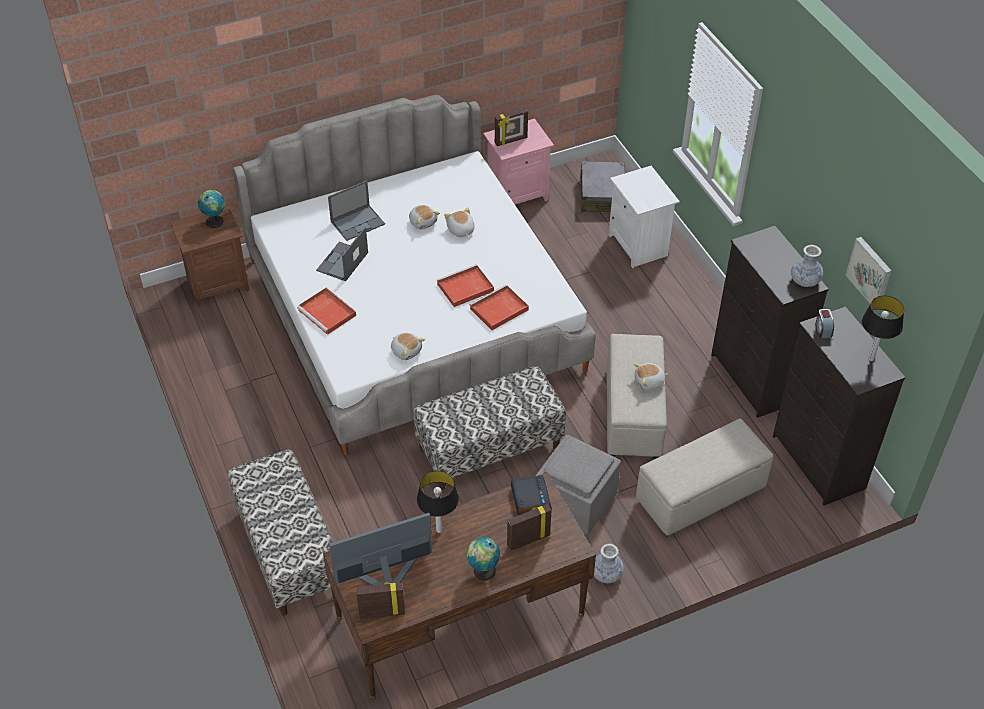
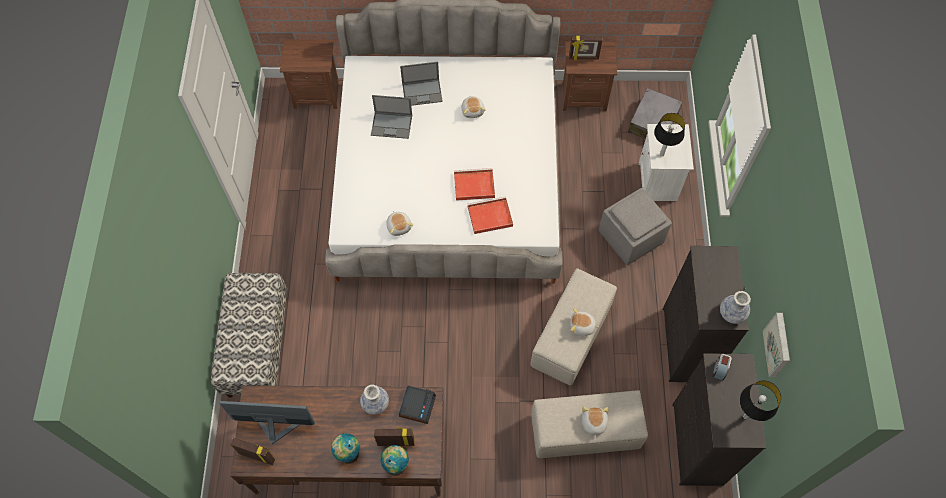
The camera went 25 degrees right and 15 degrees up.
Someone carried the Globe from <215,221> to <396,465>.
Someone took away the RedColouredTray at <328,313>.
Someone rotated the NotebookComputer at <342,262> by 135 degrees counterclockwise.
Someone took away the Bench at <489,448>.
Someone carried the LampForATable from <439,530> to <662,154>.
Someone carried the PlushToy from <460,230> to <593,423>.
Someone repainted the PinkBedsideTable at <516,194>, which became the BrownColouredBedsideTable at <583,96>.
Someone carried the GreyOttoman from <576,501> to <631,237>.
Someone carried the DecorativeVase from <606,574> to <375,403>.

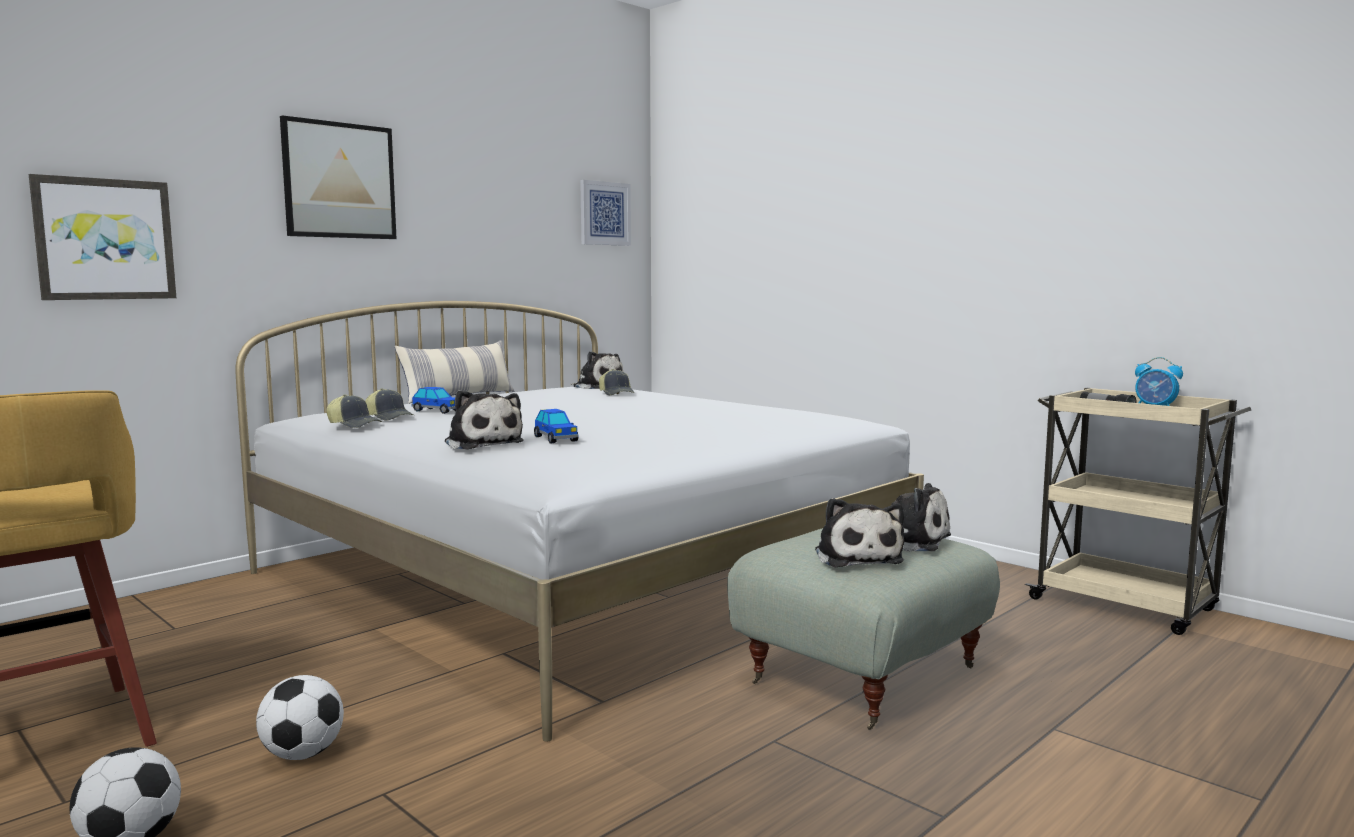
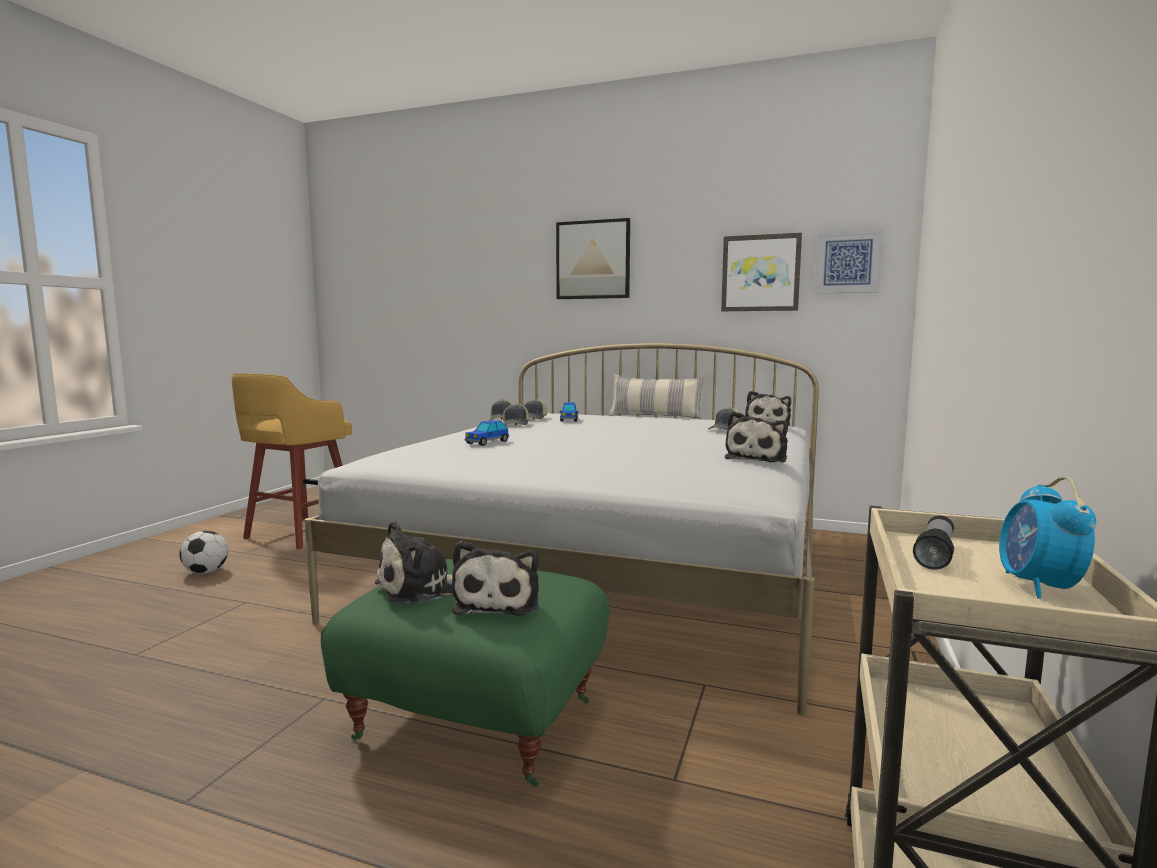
The camera went 65 degrees right and 0 degrees up.
Someone carried the Picture from <105,239> to <760,273>.
Someone took away the Football at <303,754>.
Someone carried the PlushToy from <482,443> to <758,458>.
Someone repainted the GreyOttoman at <860,674>, which became the GreenColouredOttoman at <478,717>.
Someone put down the Cap at <516,424>.

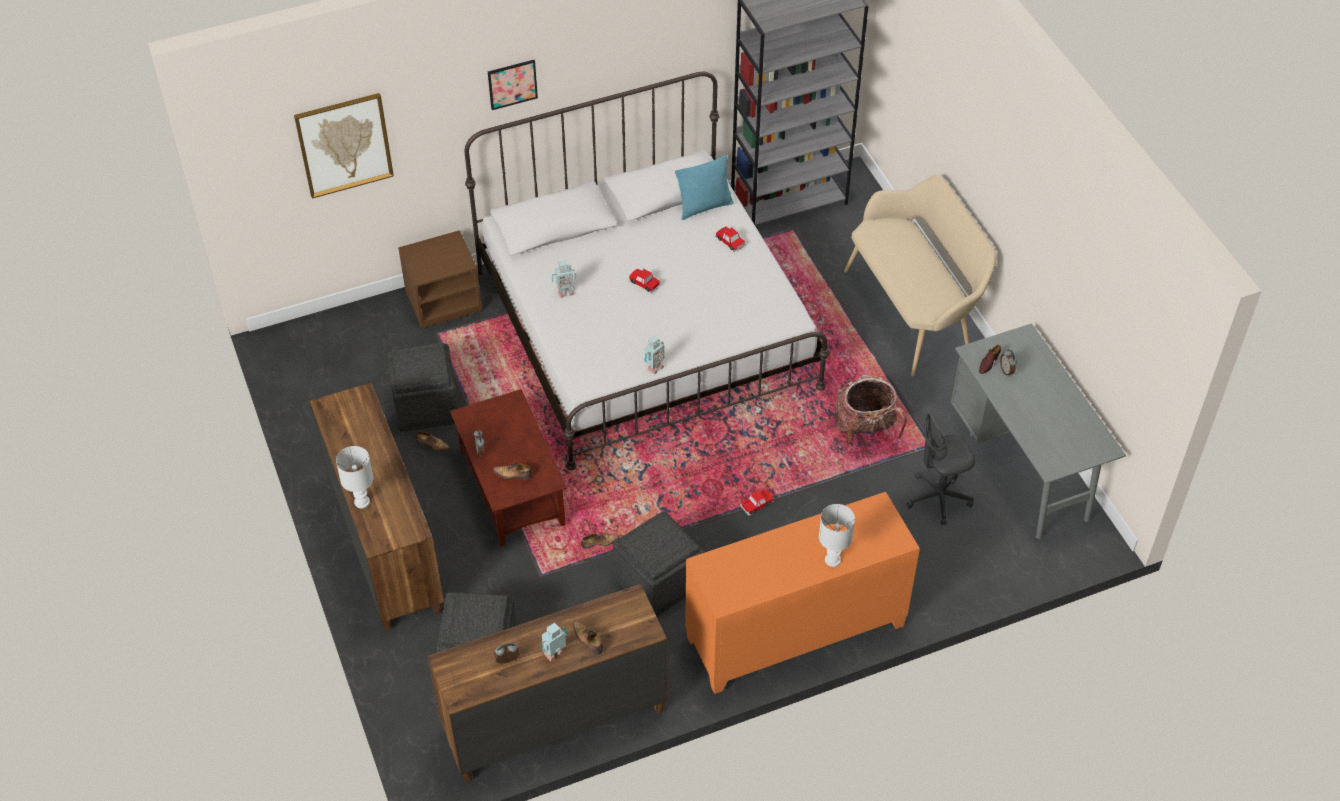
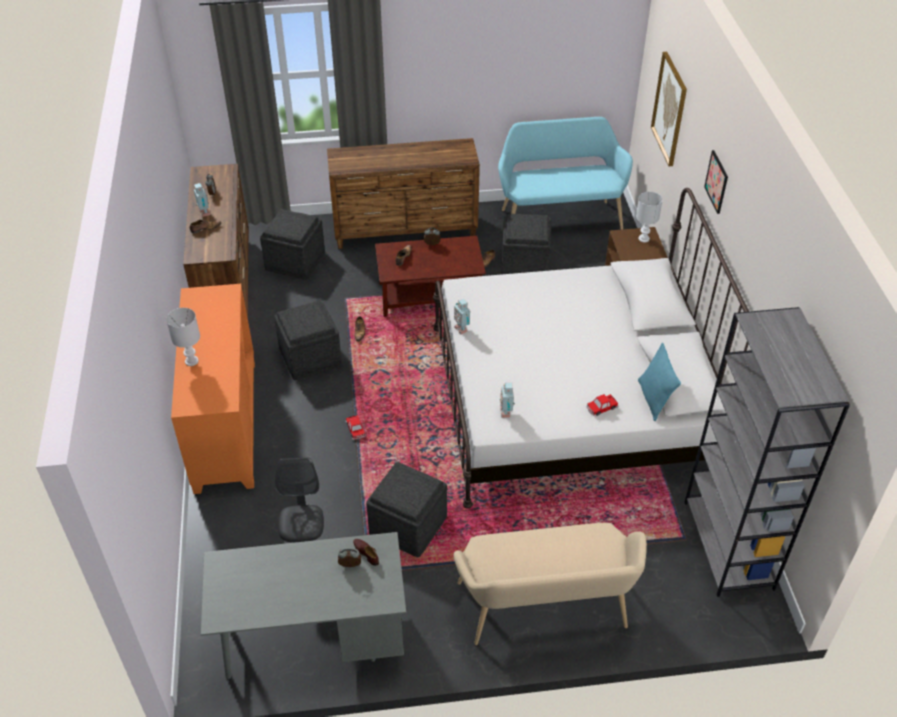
The camera went 105 degrees right and 5 degrees down.
Someone carried the WhiteLampForATable from <362,501> to <644,239>.
Someone carried the ModelRobot from <564,292> to <506,412>.
Someone took away the MiniatureCar at <644,283>.
Someone swapped the Backpack at <865,429> for the GreyOttoman at <407,525>.
Someone put down the BlueGreenBench at <558,218>.

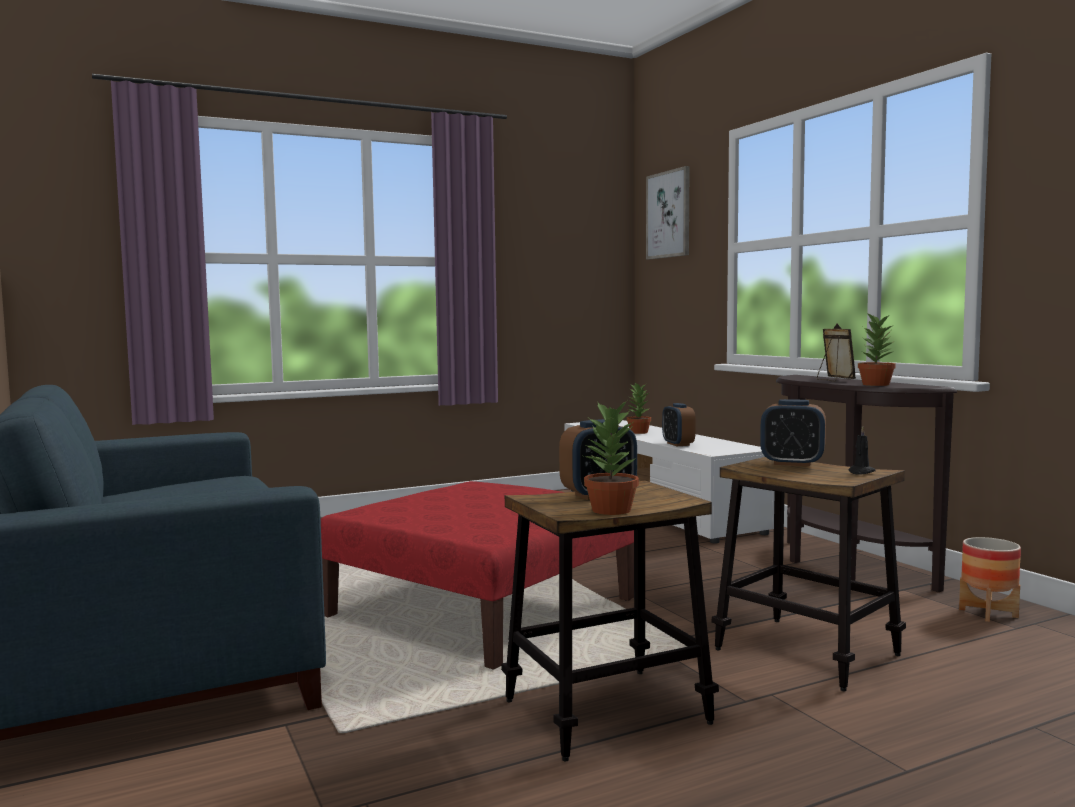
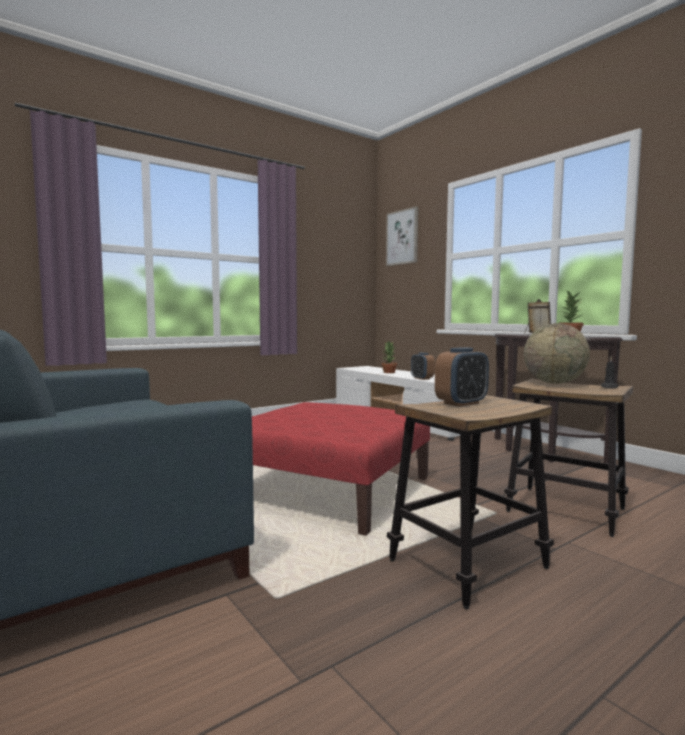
The camera went 10 degrees left and 0 degrees up.
Someone took away the PottedPlant at <611,510>.
Someone swapped the BedsideClock at <792,463> for the Globe at <554,383>.
Someone took away the Planter at <988,613>.

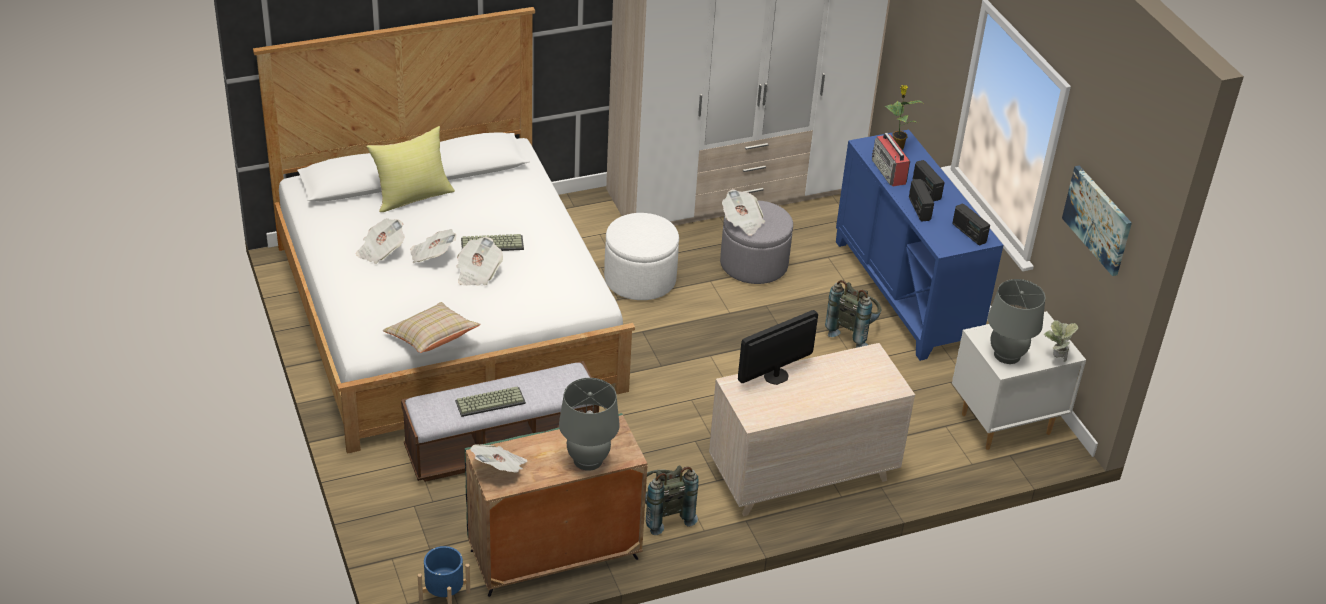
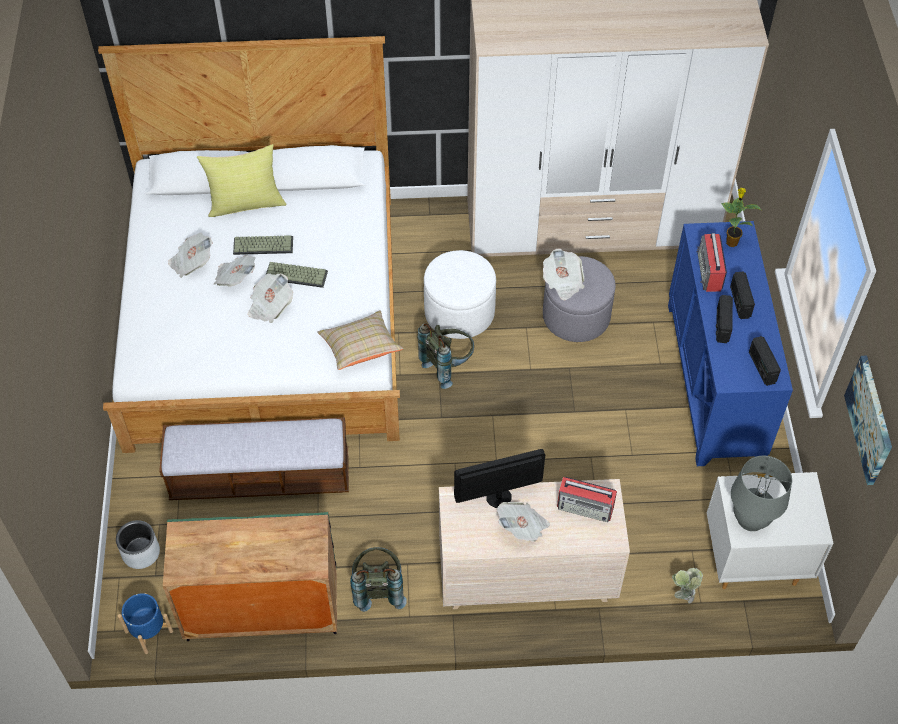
The camera went 20 degrees right and 15 degrees up.
Someone carried the BeigeColouredPillow from <432,339> to <360,348>.
Someone carried the ComputerKeyboard from <490,401> to <264,245>.
Someone carried the DailyPaper from <500,468> to <523,527>.
Someone took away the GreyLampForATable at <588,460>.
Someone carried the GreyBackpack from <853,332> to <447,365>.
Someone carried the PottedPlant from <1055,357> to <683,596>.
Someone put down the GreyPlanter at <141,553>.
Someone put down the Radio at <586,507>.

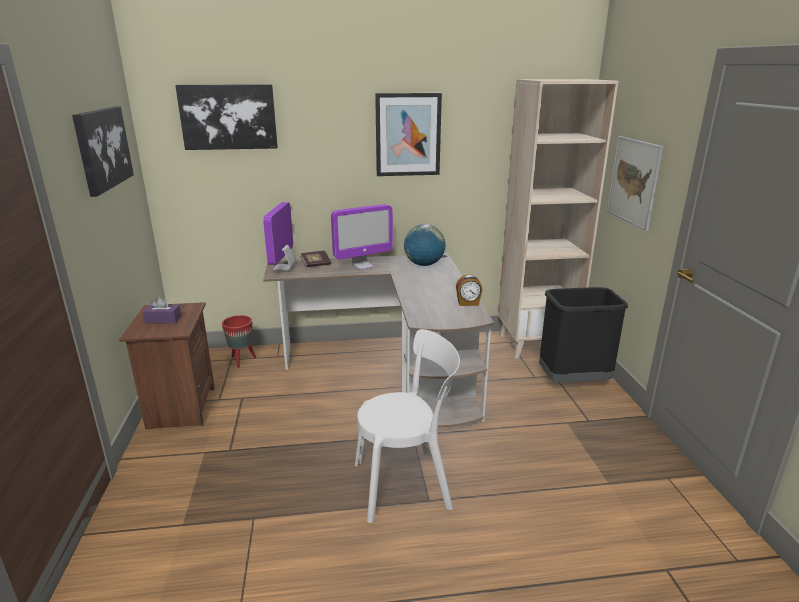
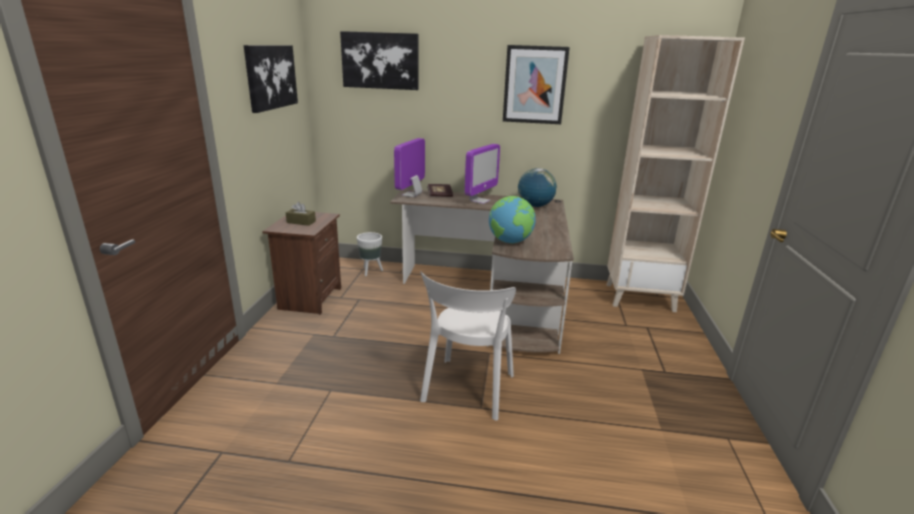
The camera went 15 degrees right and 0 degrees up.
Someone repainted the PurplishTissueBox at <163,320>, which became the BrownColouredTissueBox at <301,222>.
Someone repainted the RedColouredPlanter at <242,360>, which became the WhitePlanter at <371,271>.
Someone rotated the Monitor at <363,266> by 45 degrees counterclockwise.
Someone rotated the WhitePlainChair at <407,484> by 105 degrees clockwise.
Someone took away the BedsideClock at <468,303>.
Someone took away the BlackTrashCan at <573,381>.
Someone took away the Picture at <633,181>.
Someone put down the Globe at <510,242>.

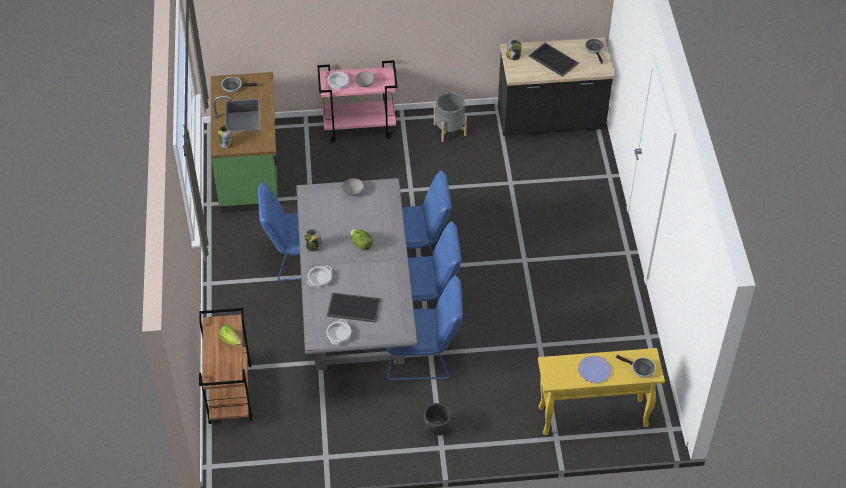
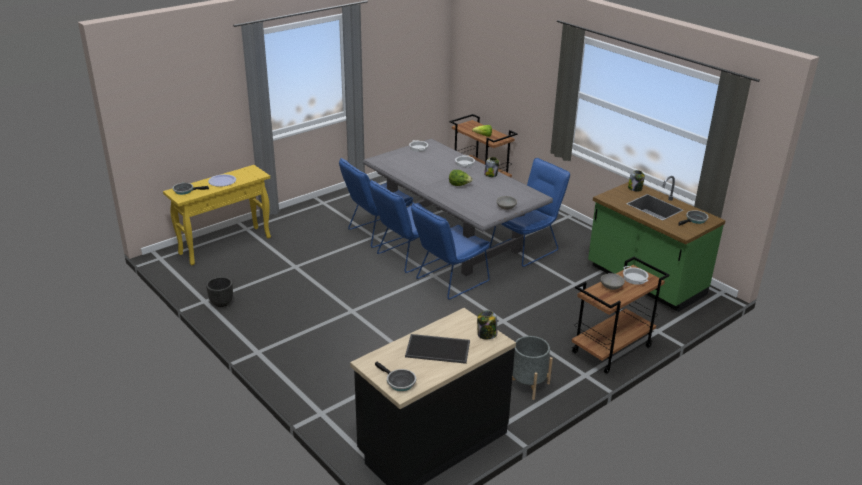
The camera went 145 degrees right and 20 degrees down.
Someone repainted the PinkCart at <360,126>, which became the BrownColouredCart at <611,350>.
Someone took away the Tray at <353,308>.
Someone carried the BlackPlanter from <437,428> to <222,302>.

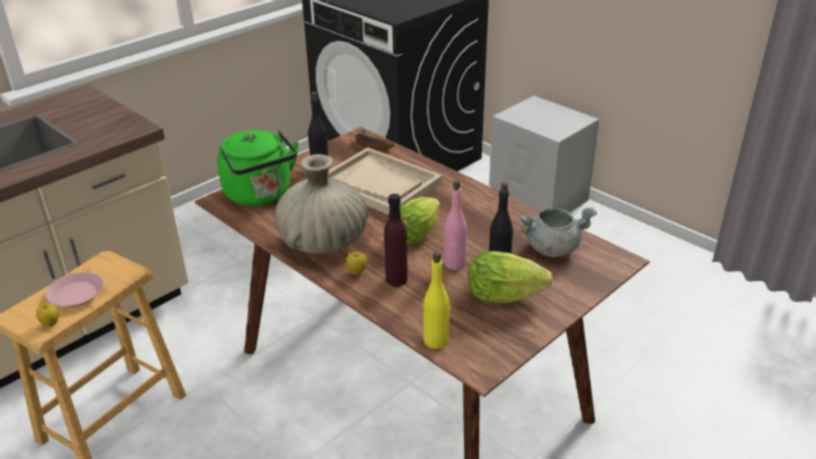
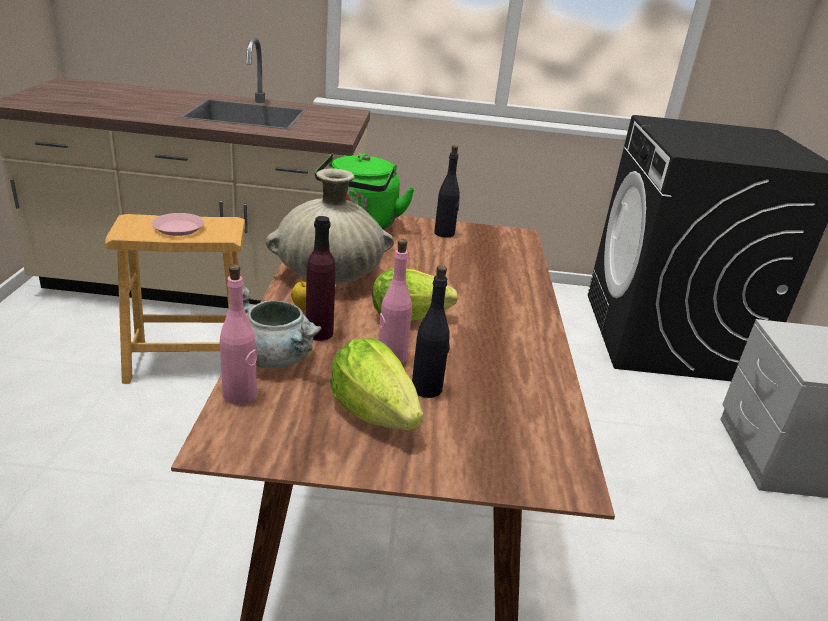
The camera went 45 degrees right and 5 degrees down.
Someone took away the WholeApple at <50,324>.
Someone took away the BeigeColouredTray at <380,184>.
Someone took away the WholeBanana at <369,144>.
Someone repainted the YellowBeverageBottle at <436,340>, which became the PinkBeverageBottle at <240,395>.
Someone carried the GreySaucepot from <553,248> to <277,358>.

